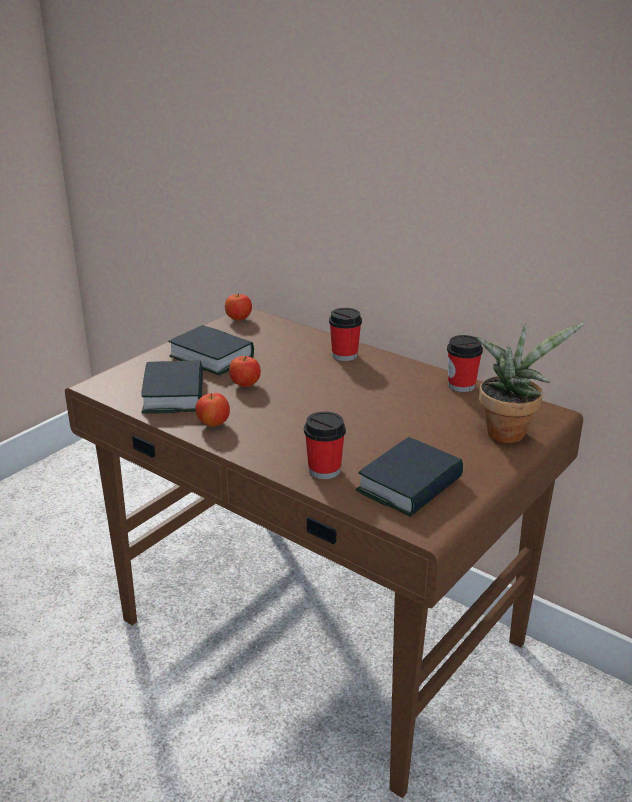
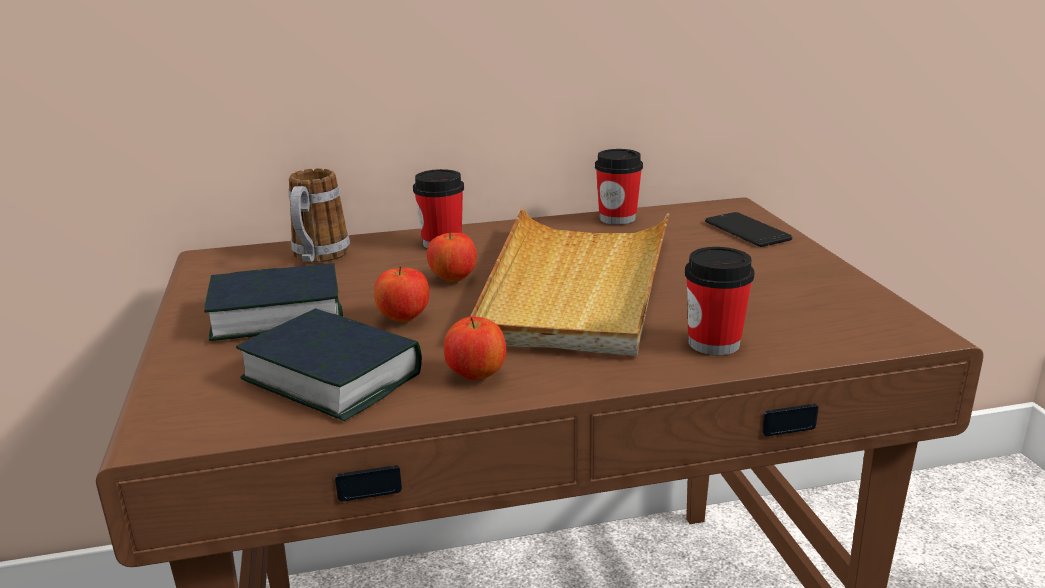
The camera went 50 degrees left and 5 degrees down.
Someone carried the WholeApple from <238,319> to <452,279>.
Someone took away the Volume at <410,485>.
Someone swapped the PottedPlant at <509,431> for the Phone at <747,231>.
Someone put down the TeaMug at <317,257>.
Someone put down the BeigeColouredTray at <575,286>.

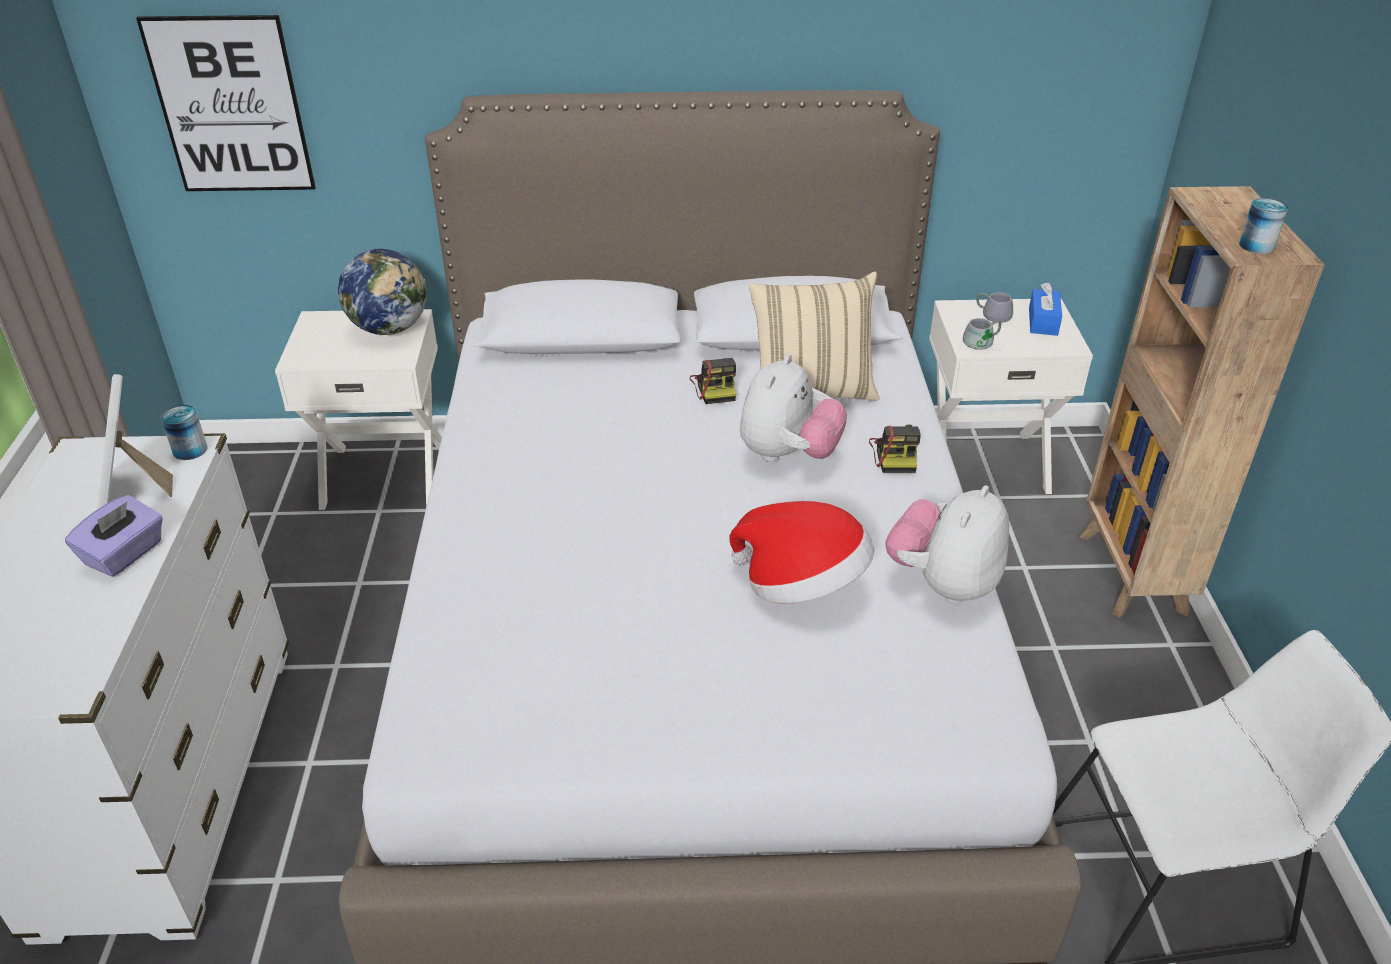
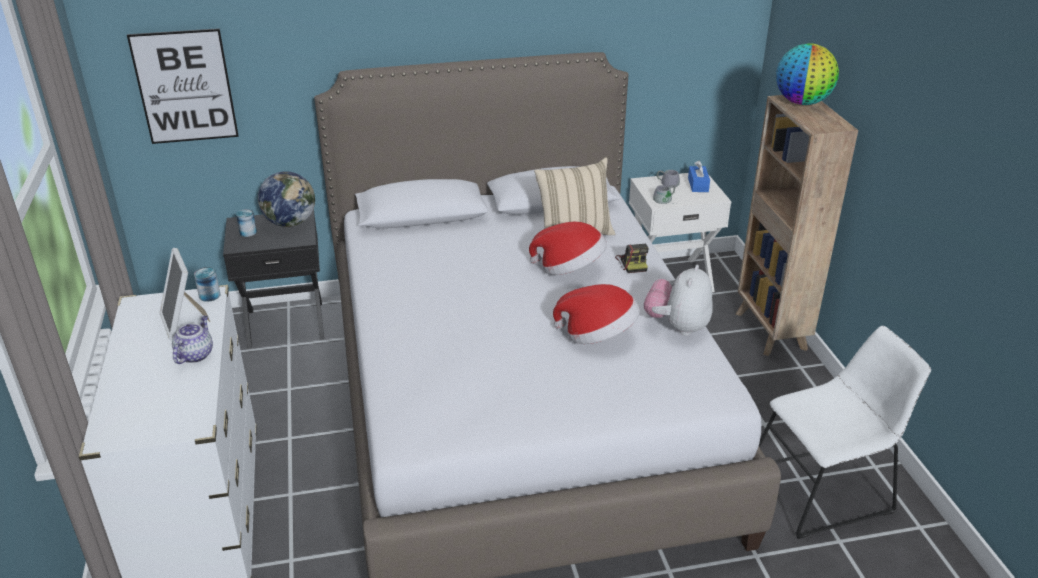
The camera went 10 degrees left and 5 degrees down.
Someone swapped the PurplishTissueBox at <125,554> for the PotForTea at <195,355>.
Someone repainted the WhiteBedsideTable at <385,474>, which became the BlackBedsideTable at <285,323>.
Someone took away the PhotoCamera at <715,387>.
Someone swapped the PlushToy at <788,454> for the Hat at <569,269>.
Someone carried the MetalCan from <1256,246> to <248,232>.
Someone put down the Globe at <802,102>.

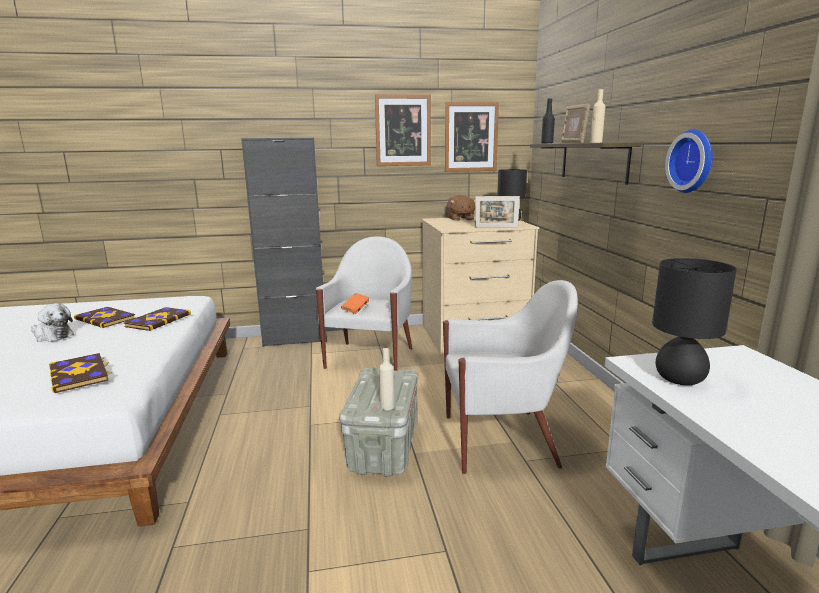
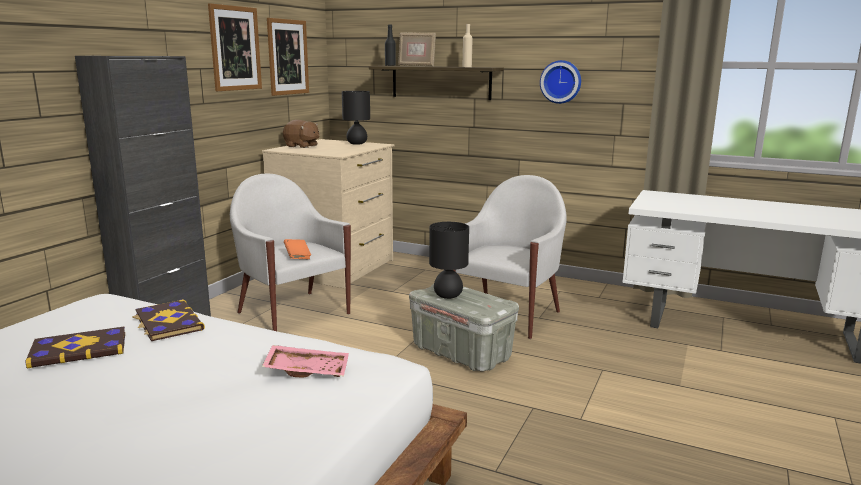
The camera went 55 degrees left and 0 degrees up.
Someone took away the PlushToy at <52,336>.
Someone swapped the Volume at <80,374> for the PinkTray at <307,370>.
Someone took away the BeigeColouredBeverageBottle at <387,406>.
Someone took away the PhotoFrame at <496,227>.
Someone carried the BlackLampForATable from <680,379> to <448,295>.

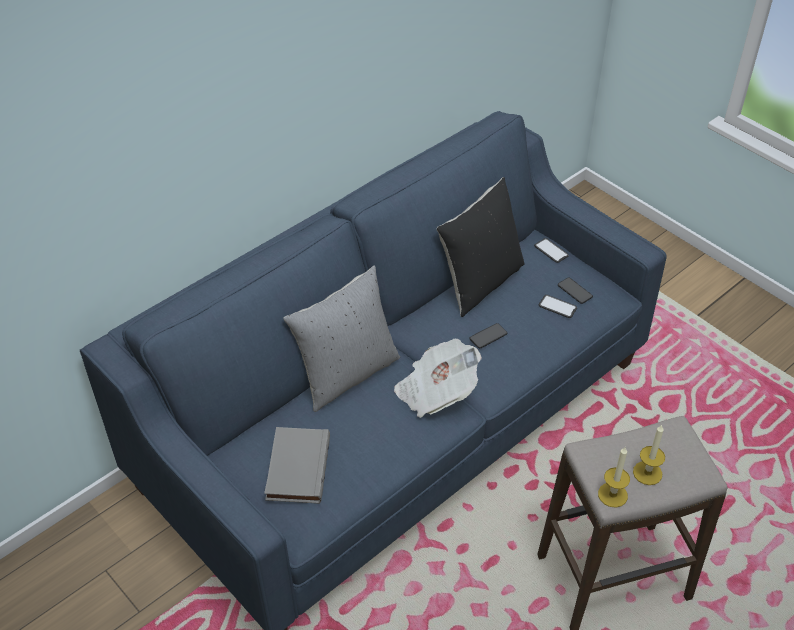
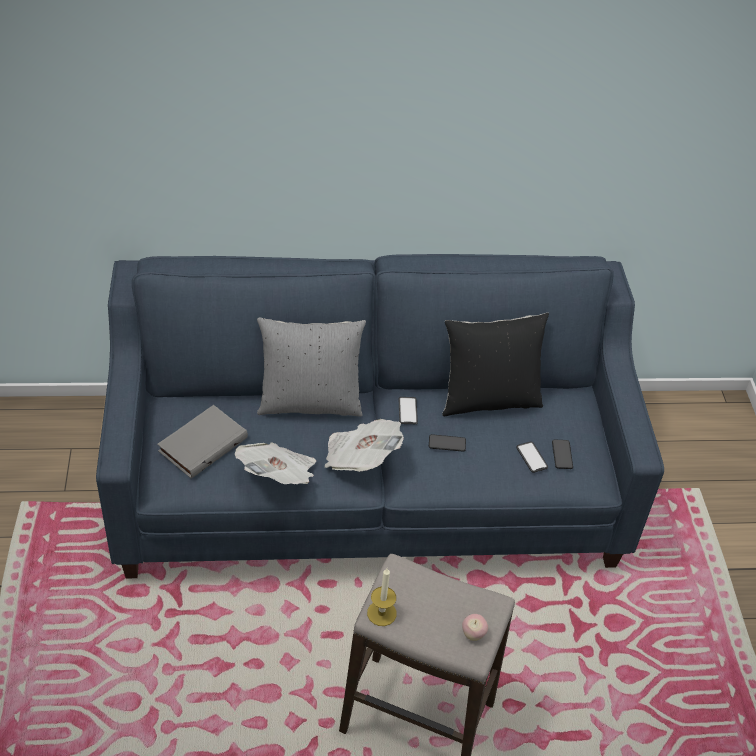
The camera went 35 degrees right and 0 degrees up.
Someone carried the Phone from <551,251> to <407,411>.
Someone took away the WaxLight at <647,473>.
Someone put down the DailyPaper at <278,476>.
Someone put down the WholeApple at <473,634>.

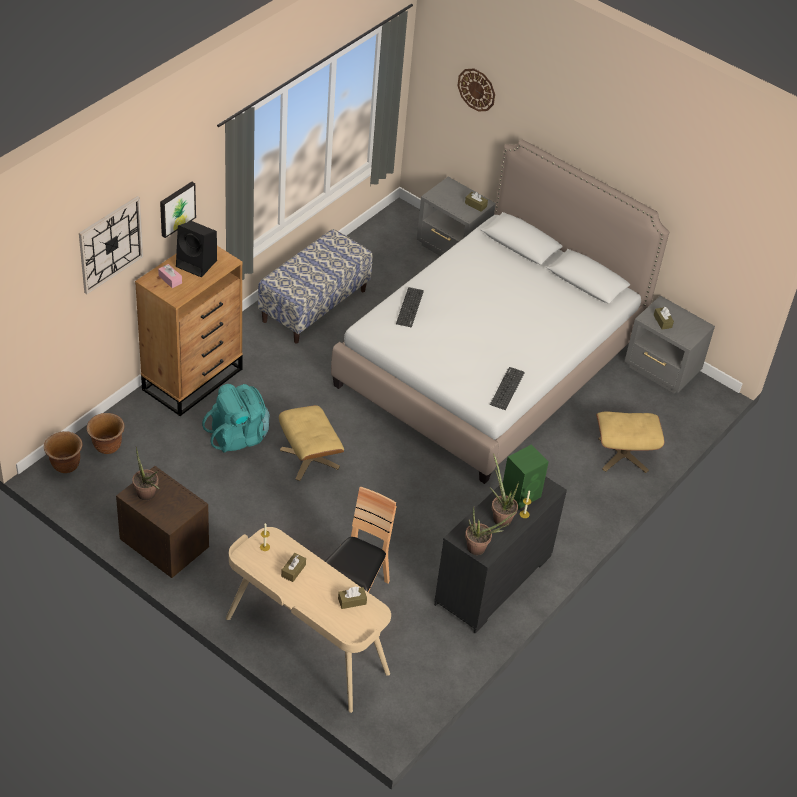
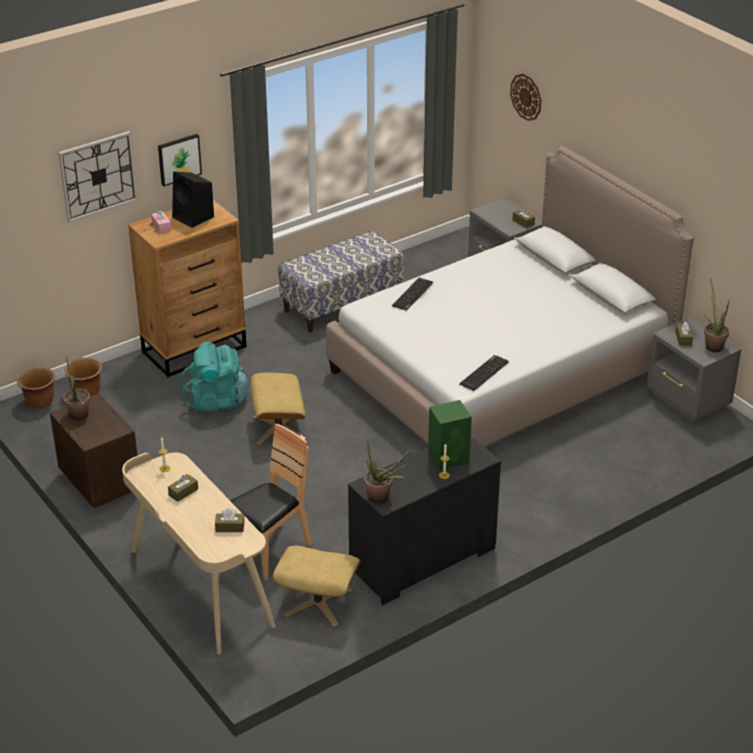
The camera went 20 degrees right and 10 degrees down.
Someone carried the PottedPlant from <500,516> to <712,345>.
Someone carried the BeigeColouredOttoman from <623,455> to <317,603>.

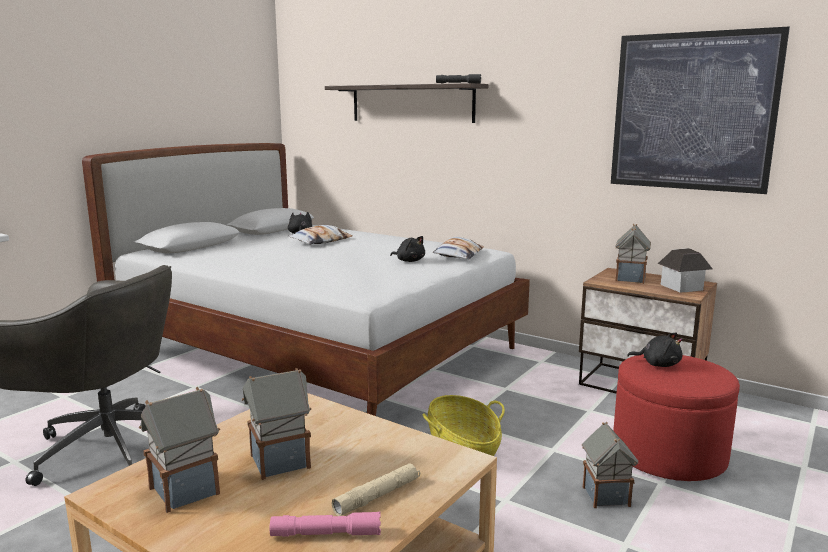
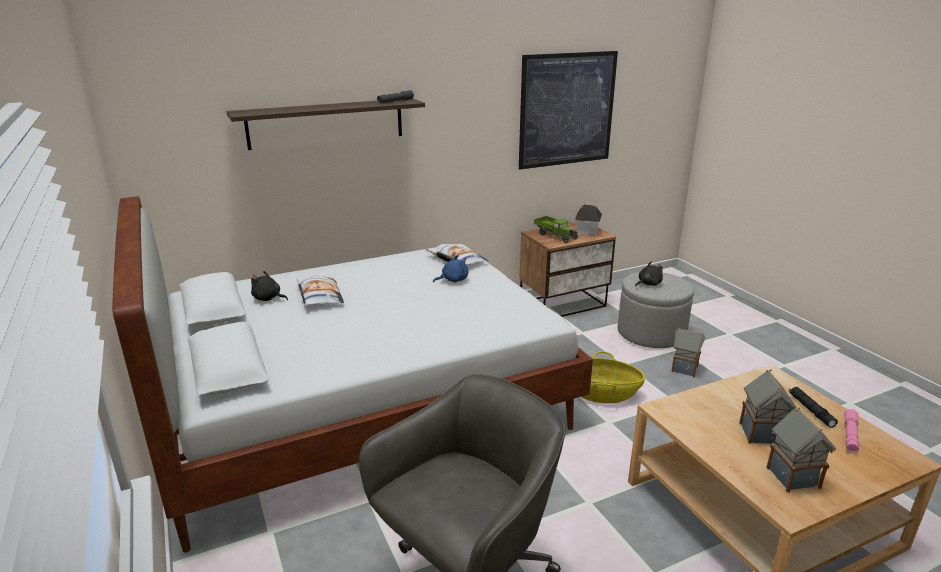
The camera went 60 degrees left and 10 degrees up.
Someone repainted the BeigeColouredFlashlight at <377,496>, which became the BlackFlashlight at <811,410>.
Someone repainted the BlackPlushToy at <409,261>, which became the BlueColouredPlushToy at <453,280>.
Someone repainted the RedColouredOttoman at <668,454>, which became the GreyOttoman at <651,333>.
Someone swapped the ToyHouse at <630,279> for the ToyTruck at <555,235>.

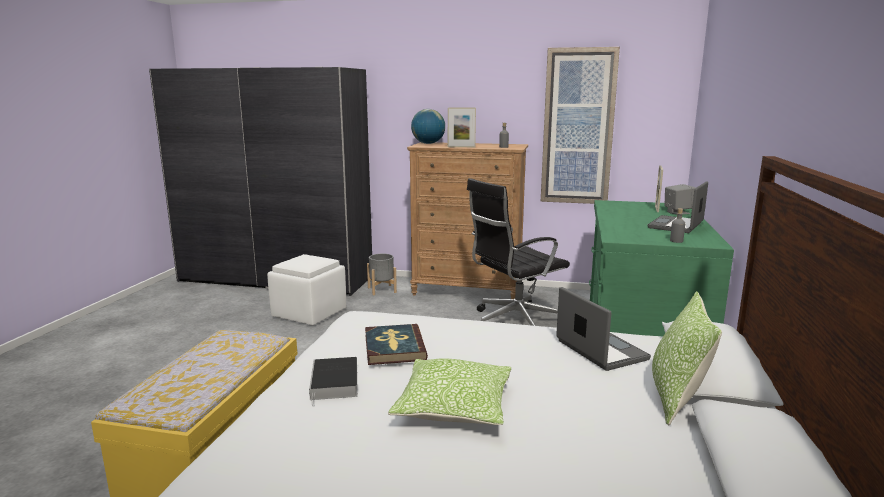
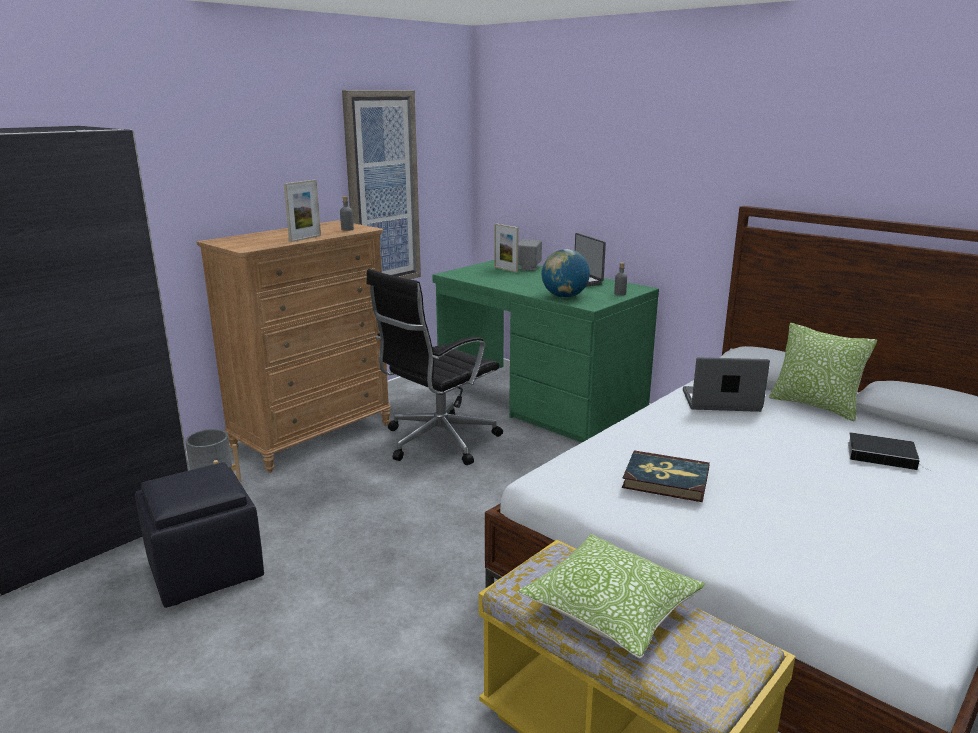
The camera went 60 degrees left and 5 degrees up.
Someone repainted the WhiteOttoman at <309,313>, which became the BlackOttoman at <204,569>.
Someone carried the Volume from <335,383> to <883,455>.
Someone carried the Pillow from <454,407> to <611,609>.
Someone carried the Globe from <428,143> to <564,296>.
Someone rotated the BlackDeskChair at <514,323> by 45 degrees clockwise.

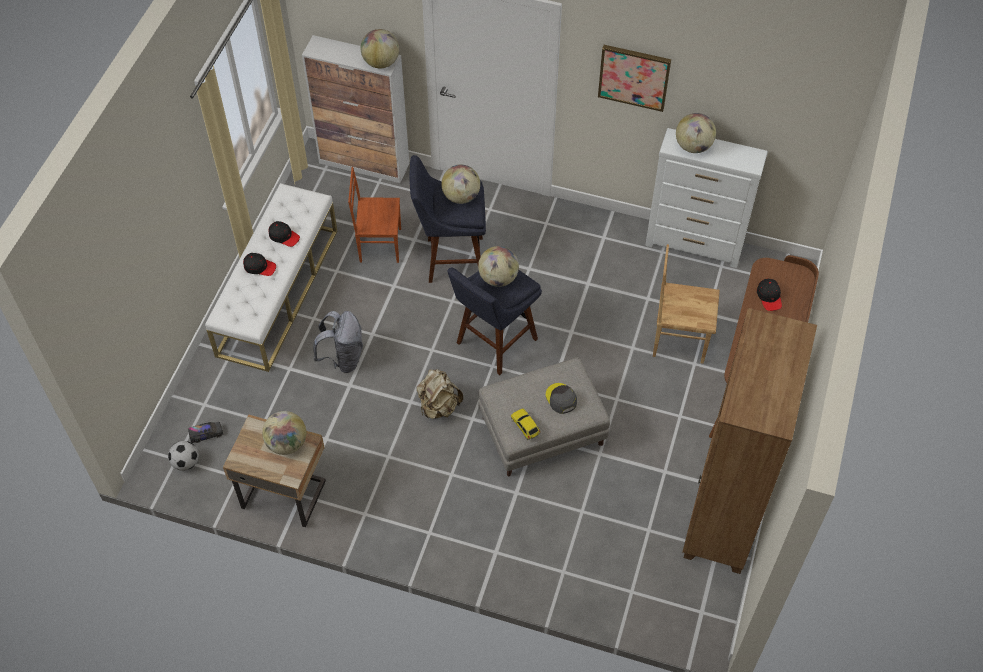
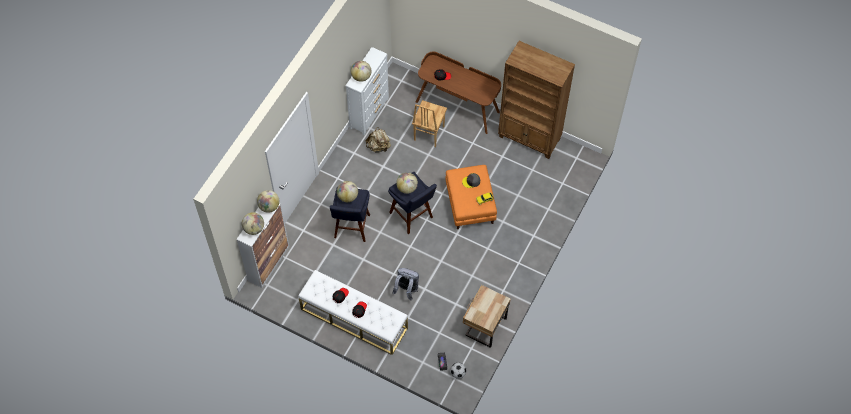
The camera went 80 degrees left and 5 degrees up.
Someone carried the Globe from <287,443> to <254,229>.
Someone took away the BrownColouredPlainChair at <379,244>.
Someone carried the BeigeColouredBackpack from <438,406> to <378,147>.
Someone repainted the GreyOttoman at <541,432>, which became the OrangeOttoman at <470,204>.
Someone took away the Picture at <634,77>.

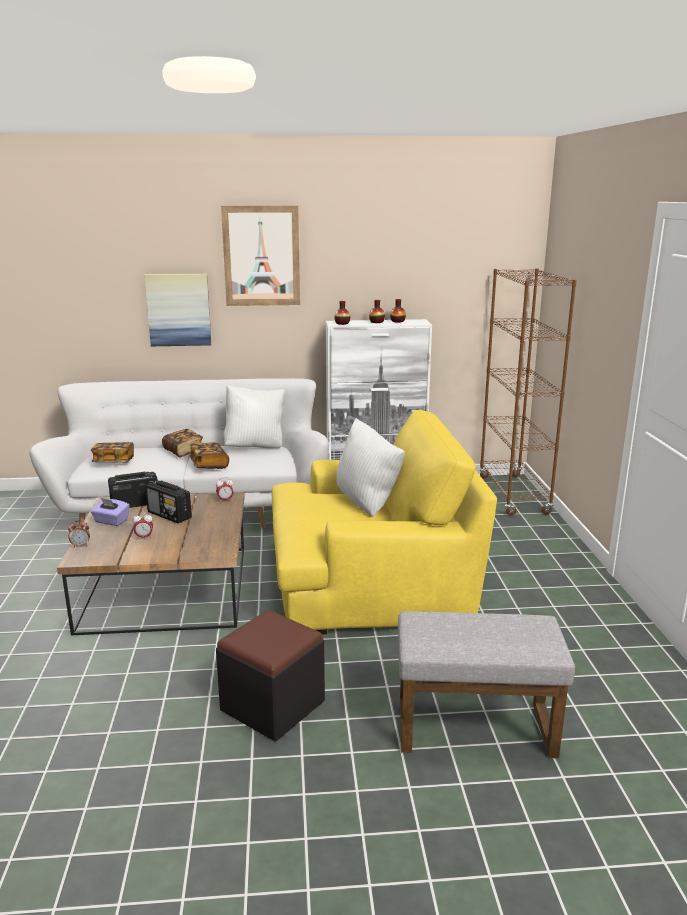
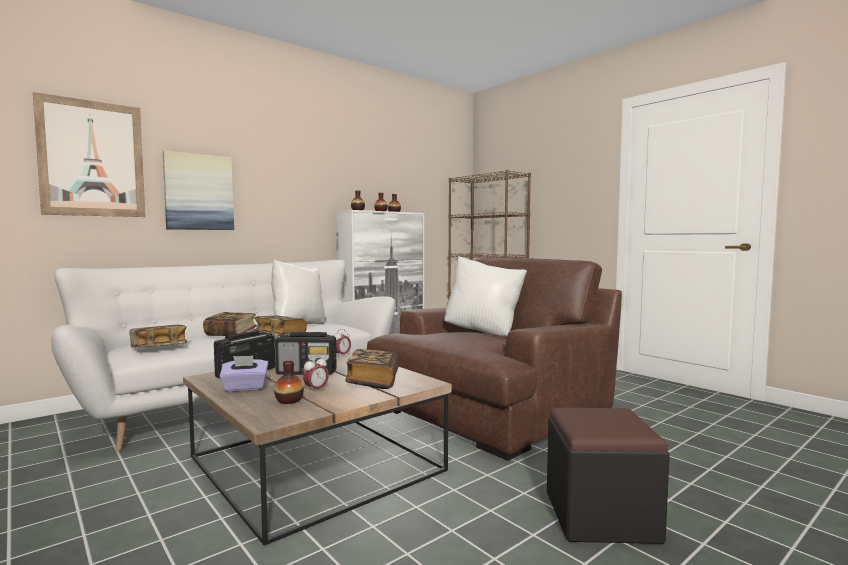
The camera went 35 degrees left and 15 degrees down.
Someone took away the BedsideClock at <80,546>.
Someone carried the Picture from <261,256> to <92,159>.
Someone repainted the YellowLoungeChair at <371,580>, which became the BrownColouredLoungeChair at <492,408>.
Someone took away the GreyOttoman at <473,728>.
Someone put down the DecorativeVase at <289,400>.
Someone put down the Volume at <373,382>.

